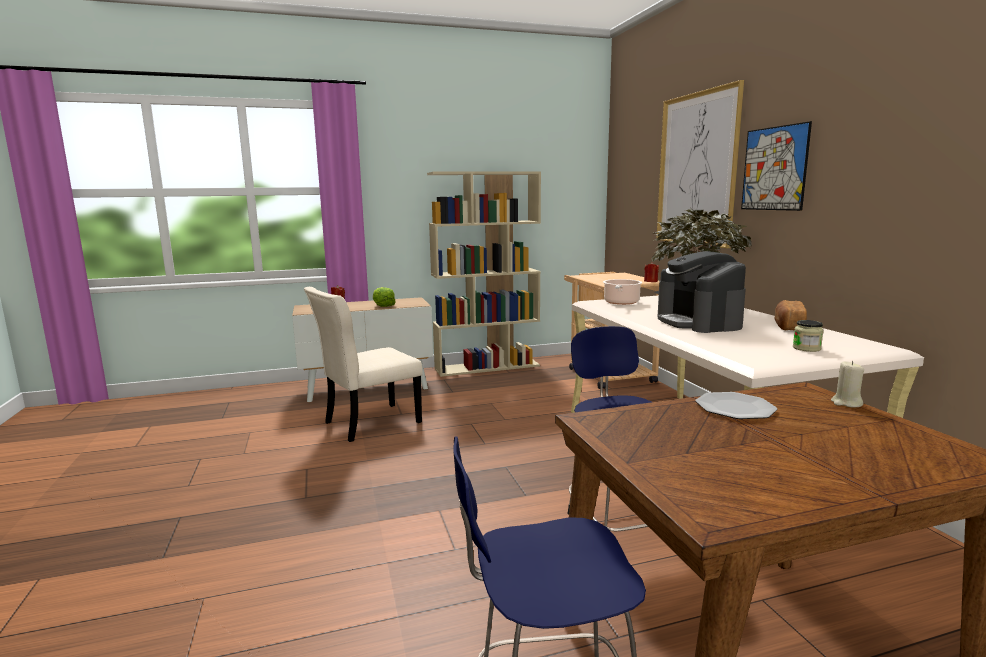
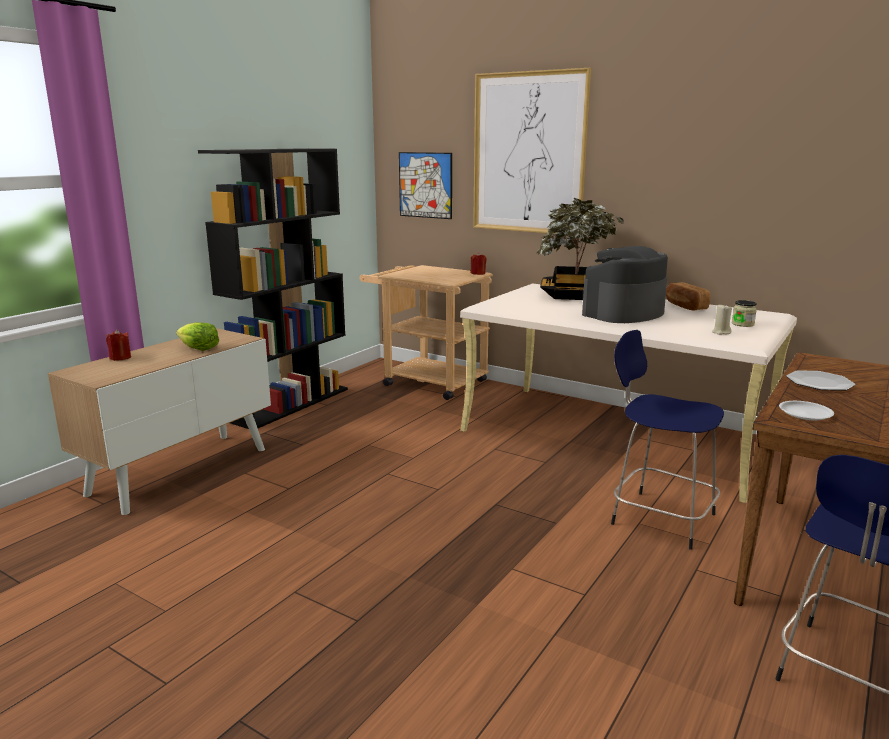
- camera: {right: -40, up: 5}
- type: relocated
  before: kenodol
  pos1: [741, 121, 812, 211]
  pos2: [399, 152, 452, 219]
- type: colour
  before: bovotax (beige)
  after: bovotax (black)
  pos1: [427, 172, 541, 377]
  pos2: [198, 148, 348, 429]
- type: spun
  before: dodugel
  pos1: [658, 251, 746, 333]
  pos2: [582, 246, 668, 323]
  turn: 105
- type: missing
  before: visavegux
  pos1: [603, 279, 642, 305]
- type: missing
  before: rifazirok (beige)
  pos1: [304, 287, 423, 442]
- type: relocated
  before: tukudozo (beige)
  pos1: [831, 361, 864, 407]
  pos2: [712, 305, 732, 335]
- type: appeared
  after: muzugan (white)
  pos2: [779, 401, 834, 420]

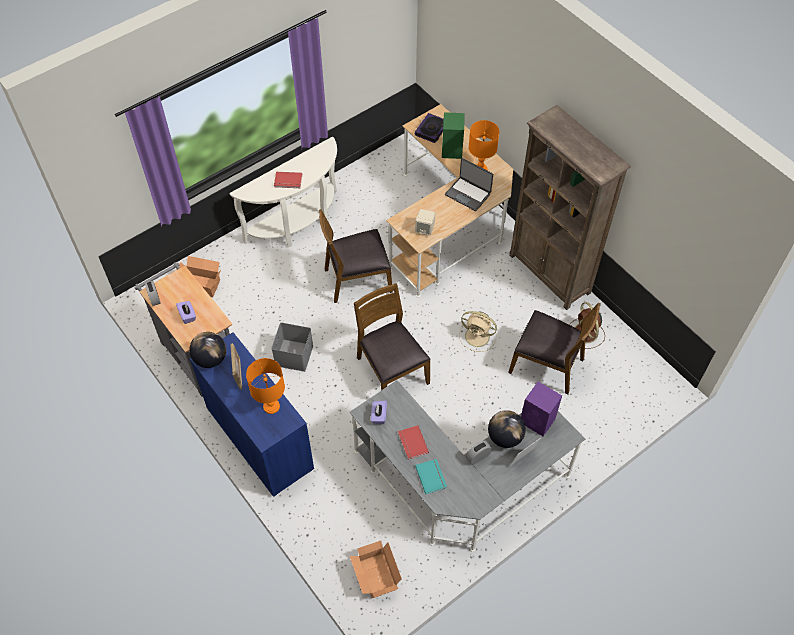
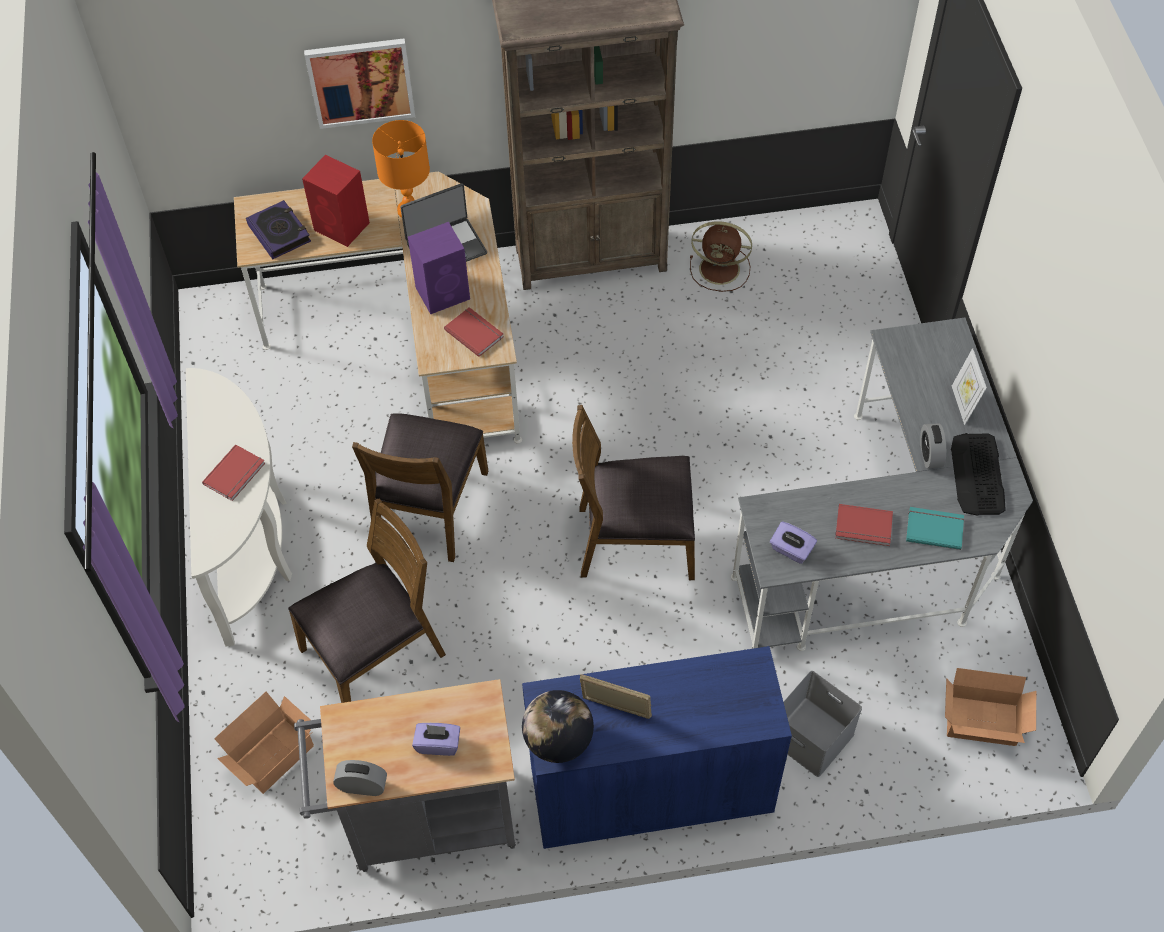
- camera: {right: -60, up: 0}
- type: colour
  before: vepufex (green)
  after: vepufex (red)
  pos1: [442, 112, 465, 159]
  pos2: [302, 155, 370, 247]
- type: exchanged
  before: vepufex (beige)
  after: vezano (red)
  pos1: [415, 209, 435, 235]
  pos2: [444, 307, 504, 357]
- type: relocated
  before: rifazirok (brown)
  pos1: [508, 303, 601, 394]
  pos2: [288, 498, 446, 703]
- type: missing
  before: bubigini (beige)
  pos1: [459, 311, 497, 352]
- type: relocated
  before: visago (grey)
  pos1: [272, 323, 313, 372]
  pos2: [784, 671, 862, 777]
- type: missing
  before: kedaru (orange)
  pos1: [246, 358, 285, 414]
- type: relocated
  before: vepufex (purple)
  pos1: [521, 382, 562, 436]
  pos2: [408, 222, 470, 314]
- type: missing
  before: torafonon
  pos1: [488, 410, 526, 448]
- type: appeared
  after: kenodol
  pos2: [304, 38, 415, 129]
- type: appeared
  after: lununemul
  pos2: [951, 433, 1006, 516]

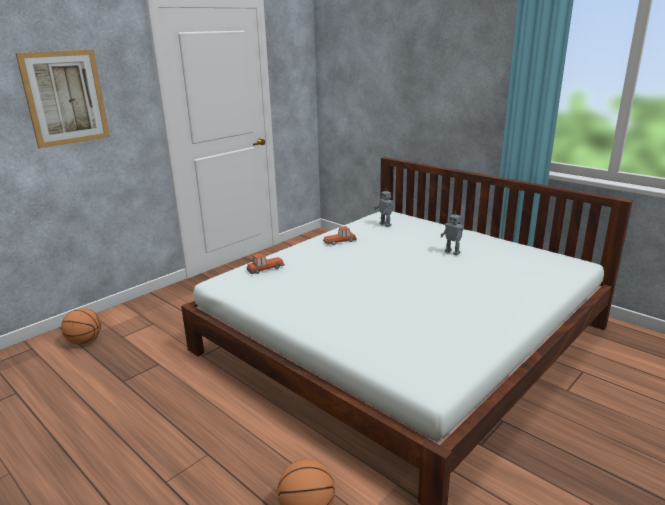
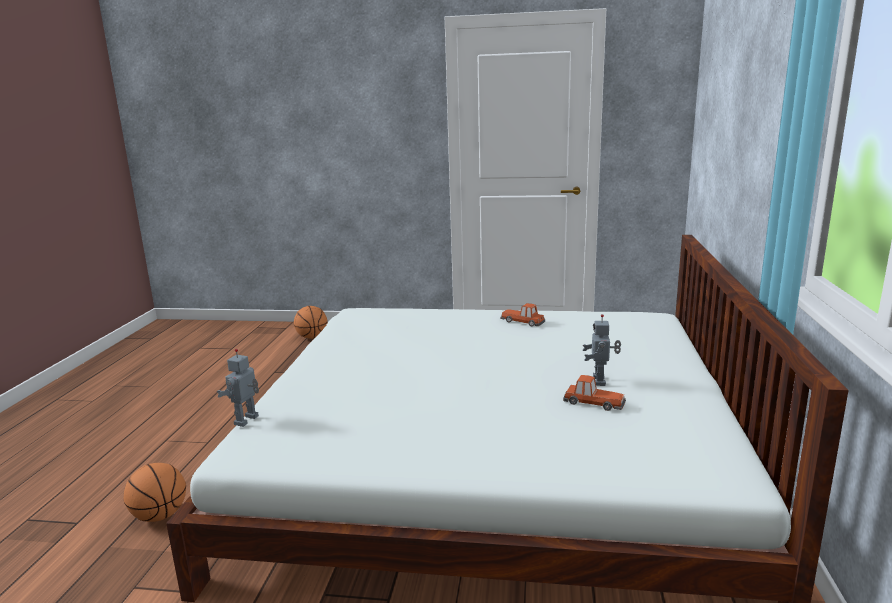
- camera: {right: 55, up: -5}
- type: missing
  before: kenodol
  pos1: [15, 49, 110, 148]
- type: relocated
  before: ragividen
  pos1: [374, 188, 394, 227]
  pos2: [217, 349, 259, 427]
- type: relocated
  before: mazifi
  pos1: [247, 253, 285, 274]
  pos2: [563, 375, 626, 411]

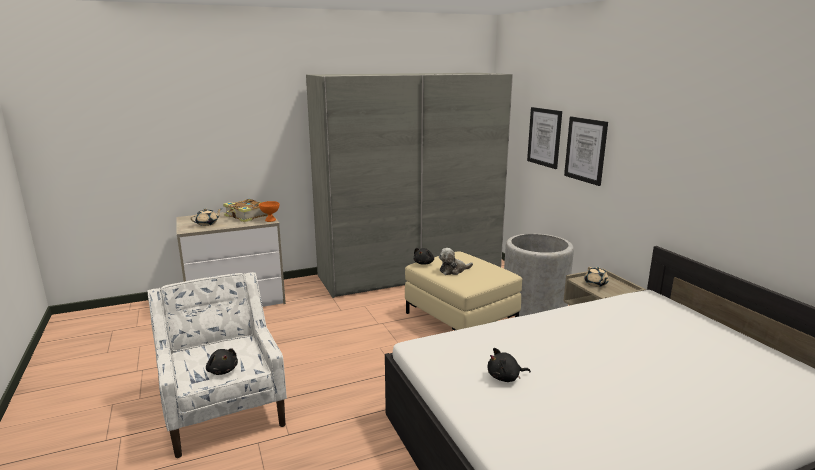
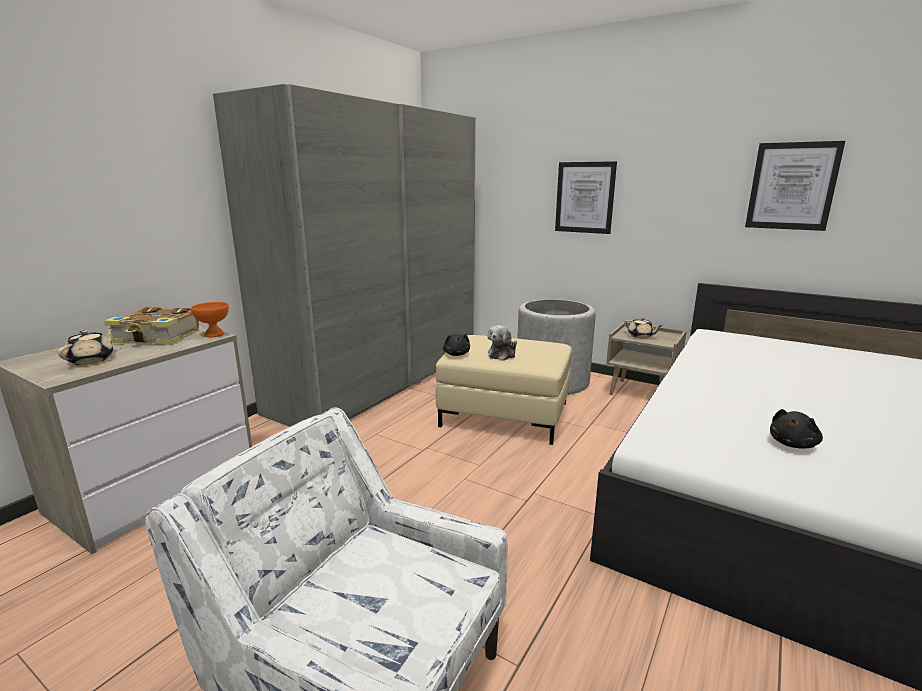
- camera: {right: -35, up: 0}
- type: relocated
  before: kenodol
  pos1: [527, 107, 562, 169]
  pos2: [745, 141, 845, 231]
- type: missing
  before: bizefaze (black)
  pos1: [206, 349, 238, 375]

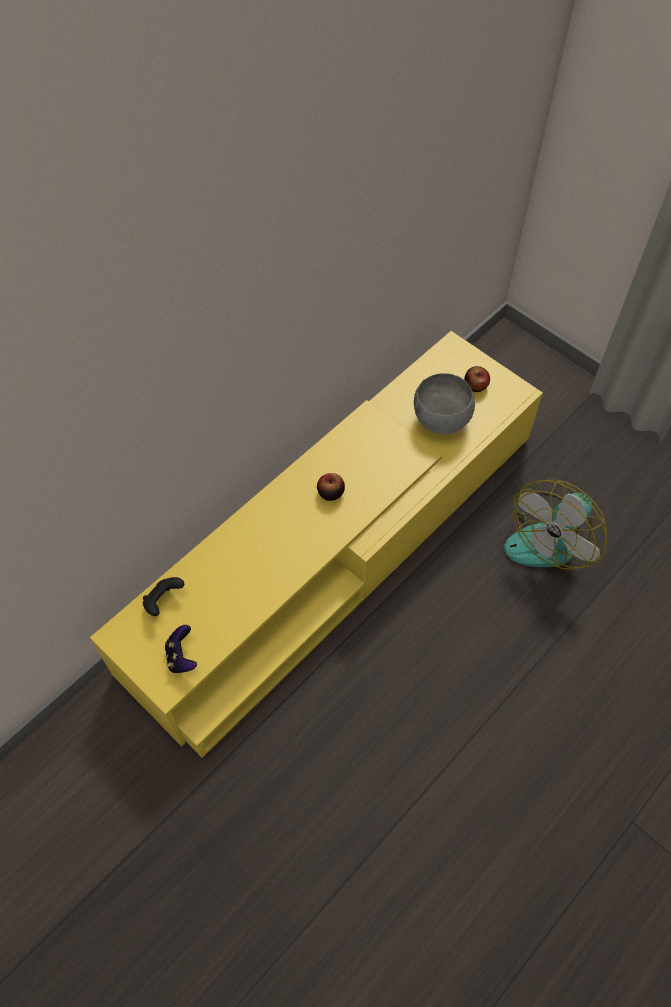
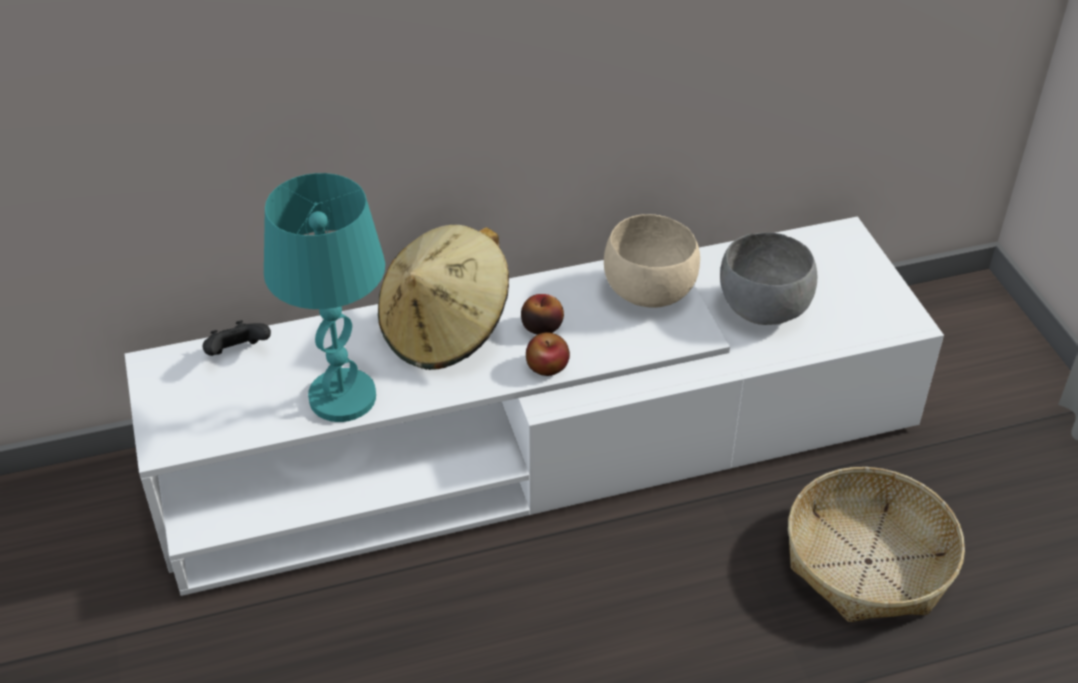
- camera: {right: 30, up: -15}
- type: colour
  before: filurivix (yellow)
  after: filurivix (white)
  pos1: [90, 331, 543, 758]
  pos2: [125, 216, 944, 596]
- type: relocated
  before: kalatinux
  pos1: [464, 366, 490, 392]
  pos2: [526, 332, 570, 376]
- type: exchanged
  before: bubigini
  after: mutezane
  pos1: [504, 480, 607, 570]
  pos2: [788, 467, 965, 622]
- type: missing
  before: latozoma
  pos1: [165, 625, 197, 673]
- type: appeared
  after: kedaru (turquoise)
  pos2: [264, 173, 385, 422]
- type: appeared
  after: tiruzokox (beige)
  pos2: [604, 214, 700, 308]
- type: appeared
  after: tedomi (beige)
  pos2: [378, 225, 509, 370]

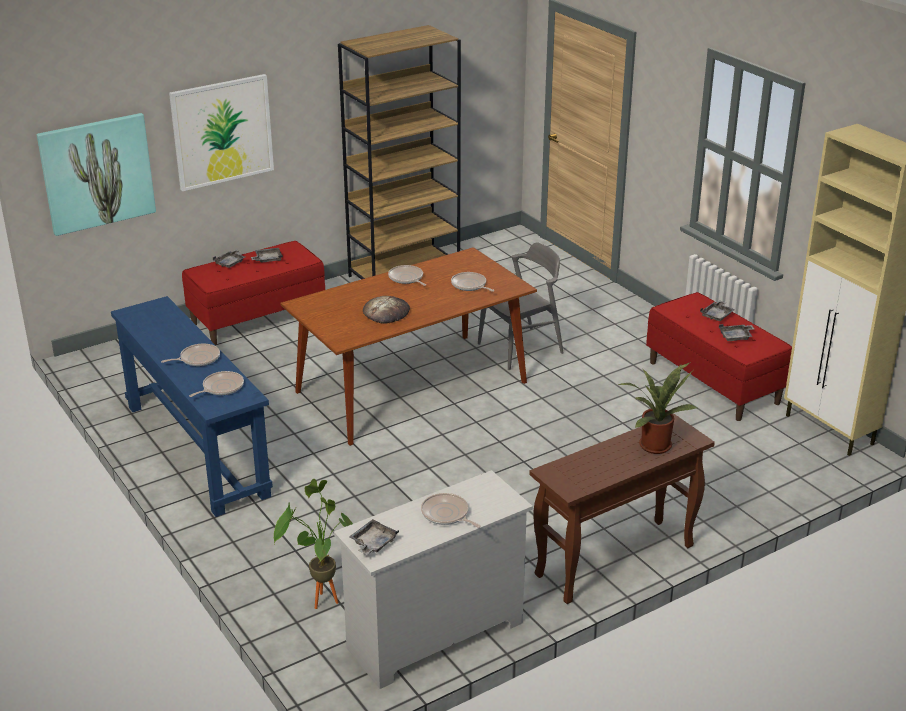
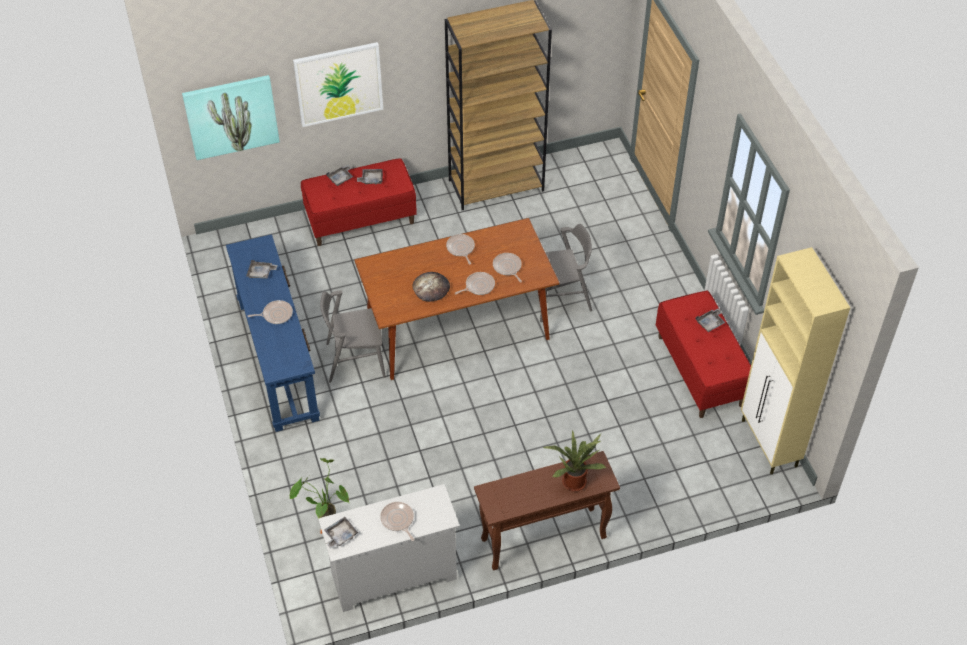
- camera: {right: 15, up: 20}
- type: relocated
  before: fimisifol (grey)
  pos1: [719, 324, 754, 341]
  pos2: [246, 260, 278, 279]
- type: relocated
  before: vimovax
  pos1: [189, 371, 244, 397]
  pos2: [455, 272, 495, 295]
- type: appeared
  after: rifazirok (grey)
  pos2: [320, 290, 386, 383]

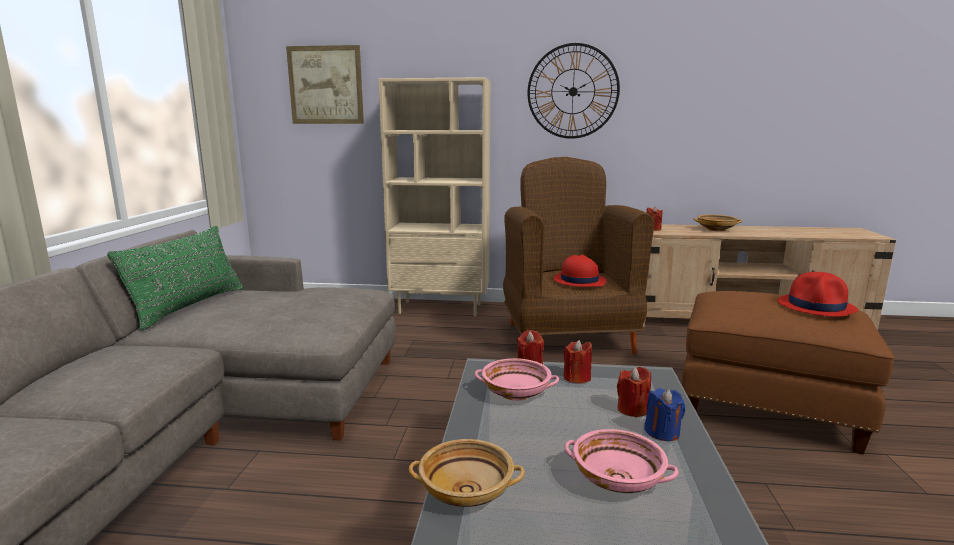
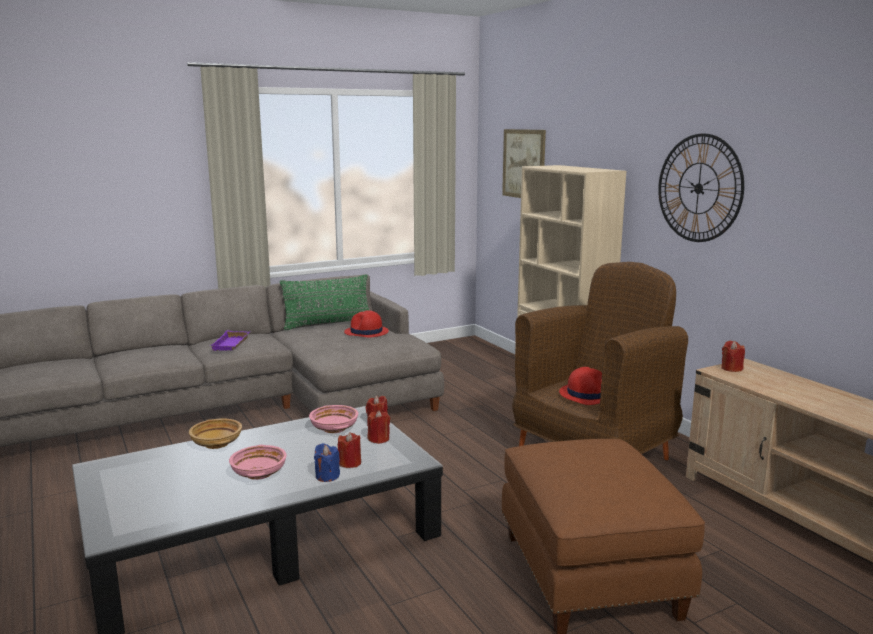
- camera: {right: 55, up: 0}
- type: missing
  before: tiruzokox (beige)
  pos1: [693, 215, 742, 231]
- type: relocated
  before: tedomi (red)
  pos1: [777, 272, 859, 317]
  pos2: [344, 310, 389, 337]
- type: appeared
  after: fimisifol (purple)
  pos2: [211, 330, 250, 351]

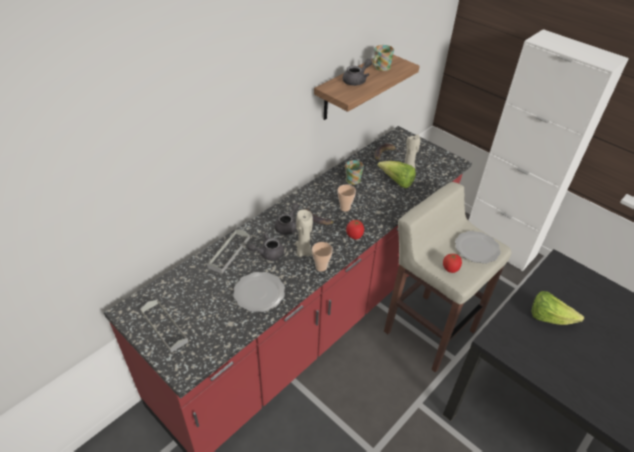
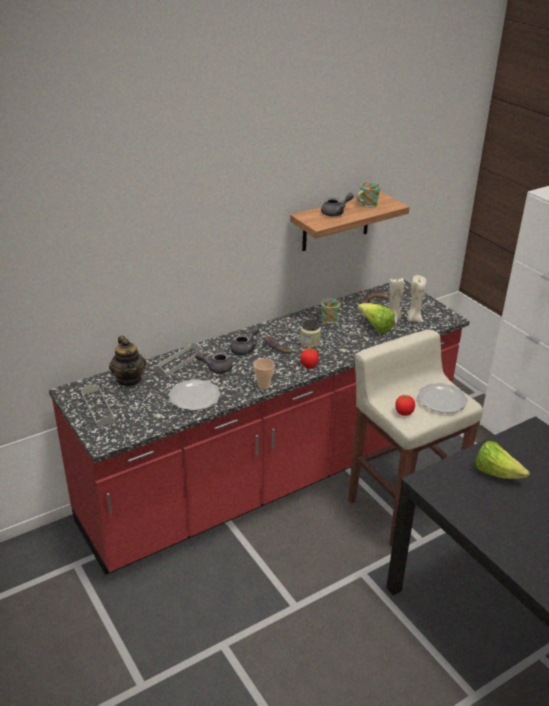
- camera: {right: 15, up: -10}
- type: exchanged
  before: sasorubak
  after: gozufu
  pos1: [338, 185, 356, 212]
  pos2: [300, 319, 321, 347]
- type: relocated
  before: tukudozo (beige)
  pos1: [295, 209, 313, 257]
  pos2: [407, 275, 427, 323]
- type: appeared
  after: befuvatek
  pos2: [109, 336, 146, 386]

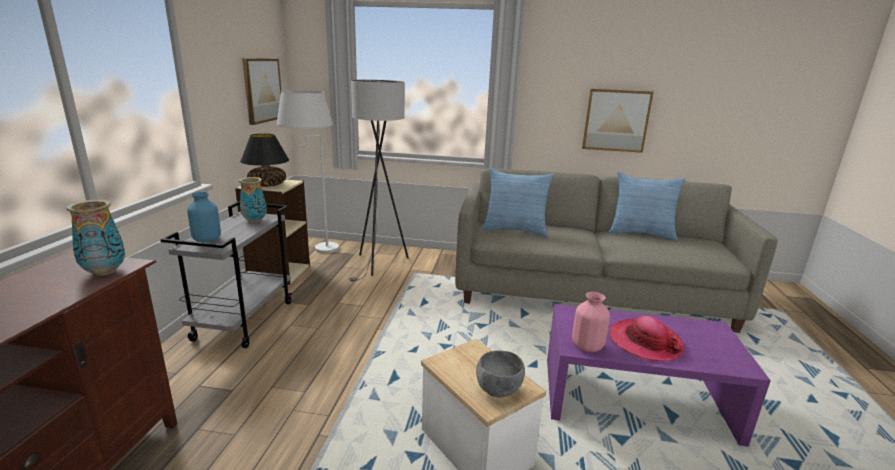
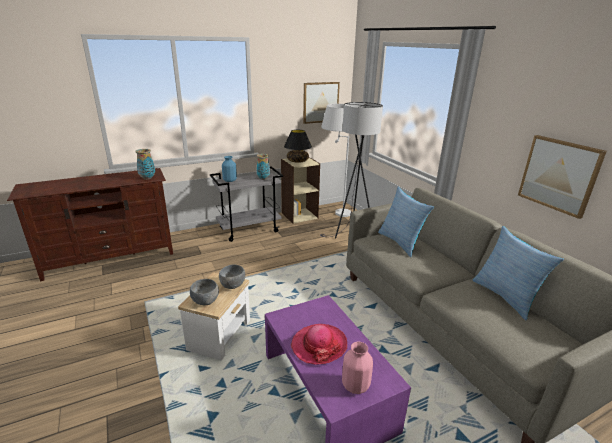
- camera: {right: 55, up: 5}
- type: relocated
  before: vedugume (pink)
  pos1: [572, 292, 610, 352]
  pos2: [342, 342, 373, 394]
- type: appeared
  after: tiruzokox (grey)
  pos2: [219, 264, 245, 289]

